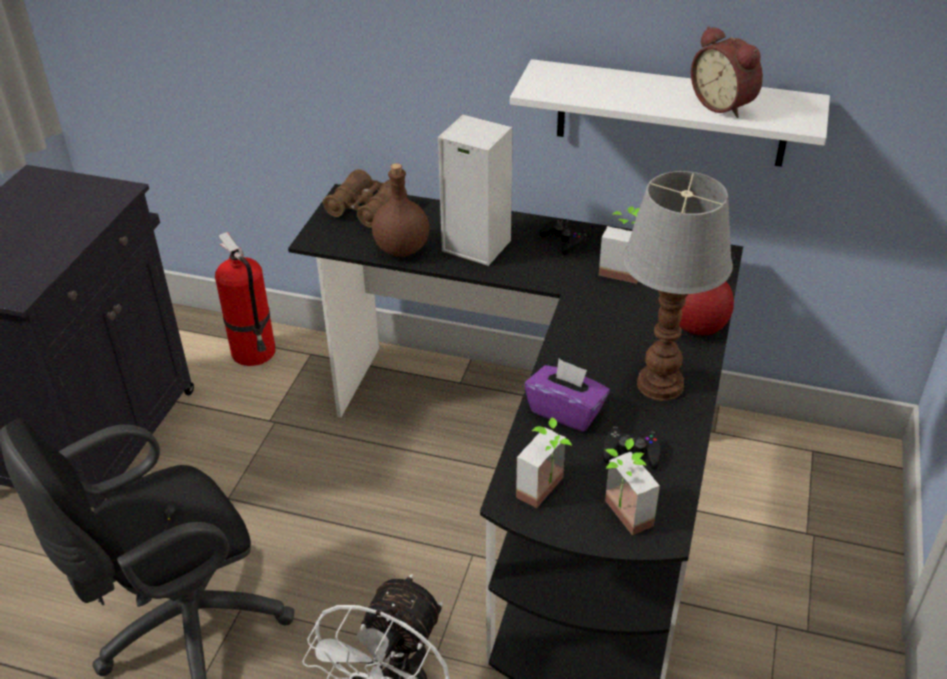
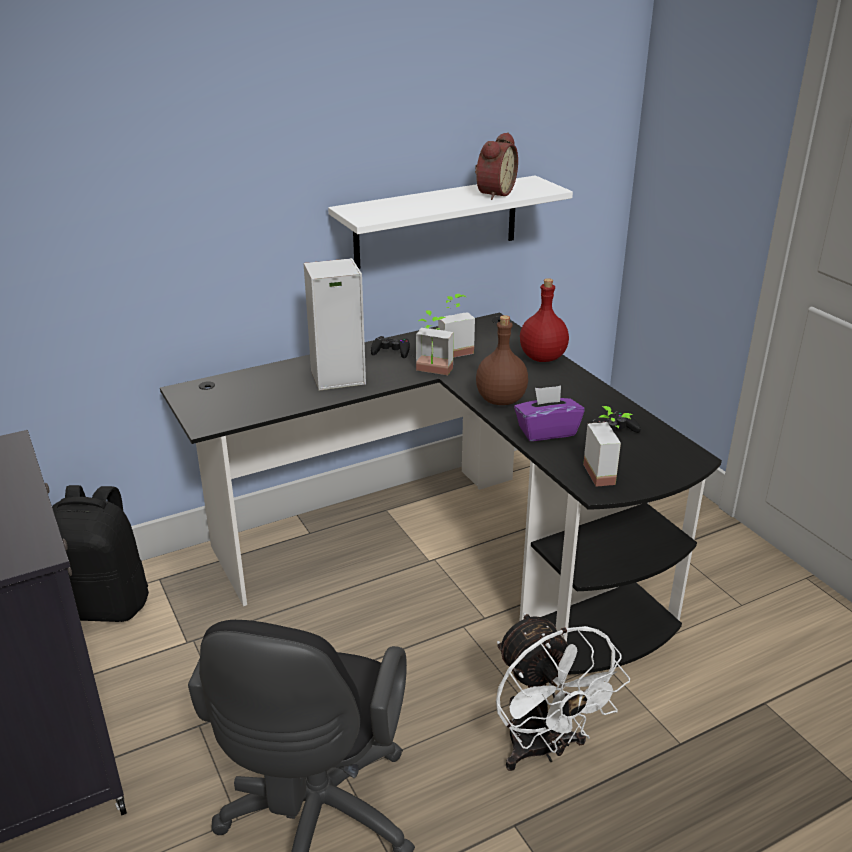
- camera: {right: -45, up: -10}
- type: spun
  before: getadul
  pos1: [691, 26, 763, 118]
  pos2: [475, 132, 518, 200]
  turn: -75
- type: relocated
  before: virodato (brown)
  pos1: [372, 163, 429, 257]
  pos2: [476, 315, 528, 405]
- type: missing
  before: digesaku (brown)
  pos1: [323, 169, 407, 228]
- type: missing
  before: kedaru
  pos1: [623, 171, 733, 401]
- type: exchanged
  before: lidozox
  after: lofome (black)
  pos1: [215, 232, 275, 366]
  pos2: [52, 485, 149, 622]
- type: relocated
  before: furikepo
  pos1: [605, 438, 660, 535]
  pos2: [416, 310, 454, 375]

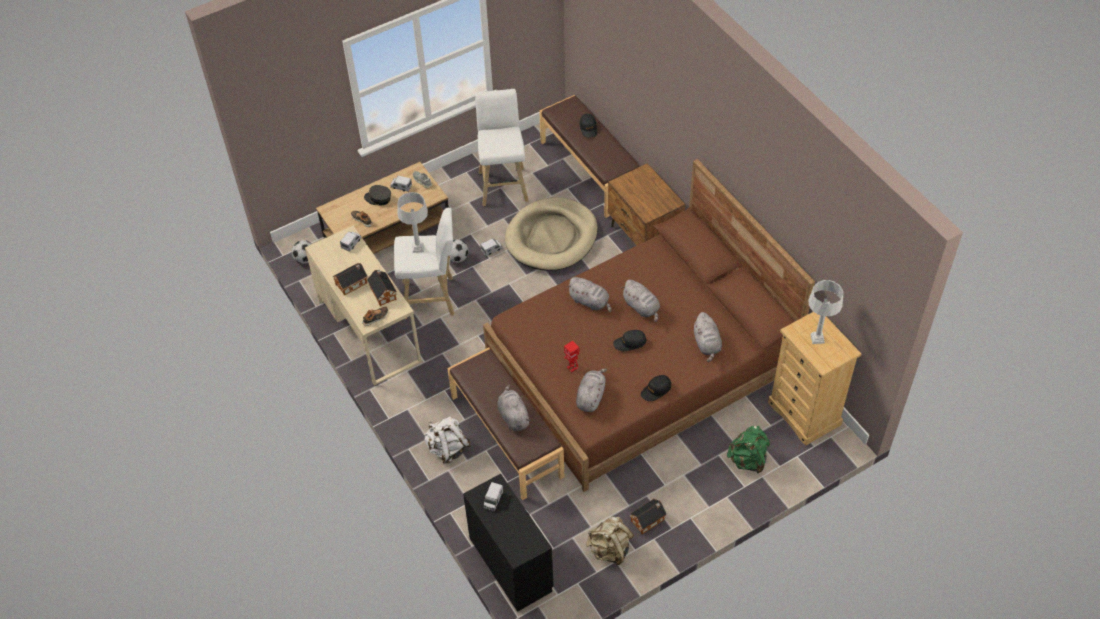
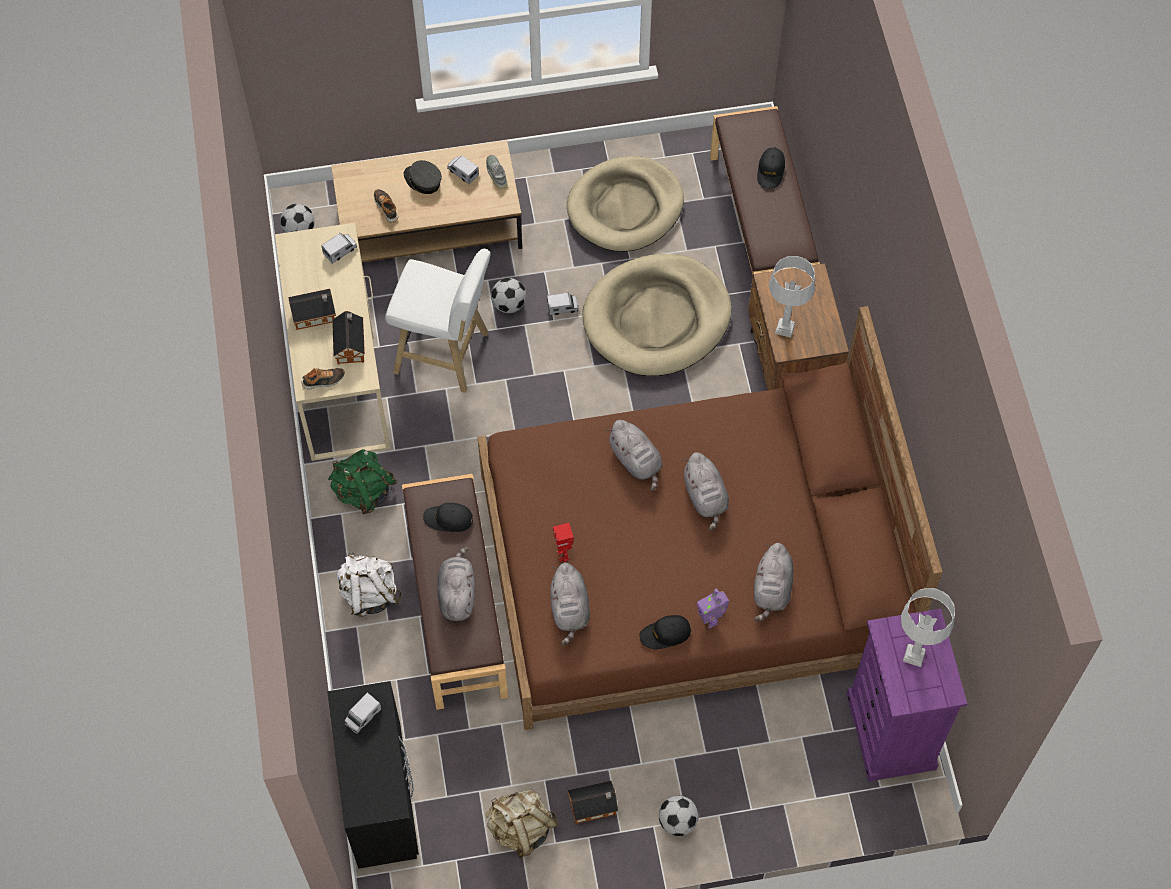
- camera: {right: 20, up: 10}
- type: exchanged
  before: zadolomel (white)
  after: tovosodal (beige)
  pos1: [475, 89, 528, 206]
  pos2: [567, 156, 684, 252]
- type: relocated
  before: kedaru (grey)
  pos1: [397, 192, 428, 253]
  pos2: [769, 256, 815, 338]
- type: colour
  before: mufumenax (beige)
  after: mufumenax (purple)
  pos1: [768, 312, 861, 446]
  pos2: [847, 608, 967, 782]
- type: relocated
  before: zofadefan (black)
  pos1: [613, 330, 647, 351]
  pos2: [423, 503, 473, 532]
- type: spun
  before: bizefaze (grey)
  pos1: [576, 368, 607, 412]
  pos2: [550, 562, 590, 645]
  turn: 135
- type: relocated
  before: lofome (green)
  pos1: [727, 426, 770, 473]
  pos2: [328, 449, 397, 514]
- type: appeared
  after: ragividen
  pos2: [697, 589, 729, 629]
- type: appeared
  after: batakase
  pos2: [659, 796, 699, 836]

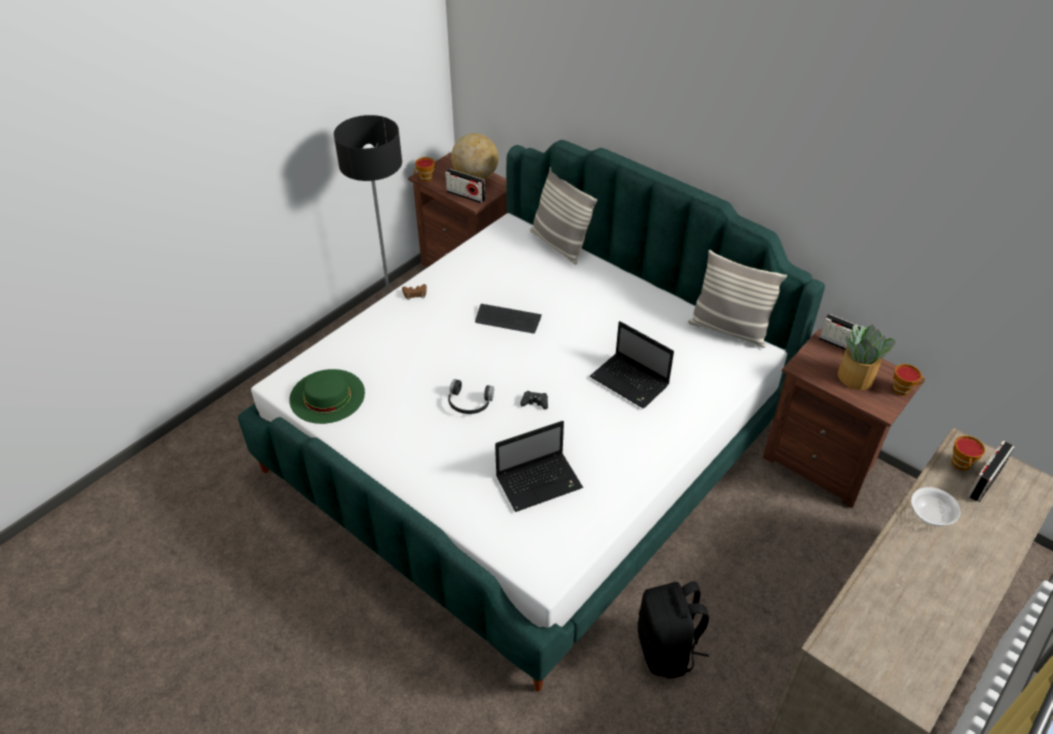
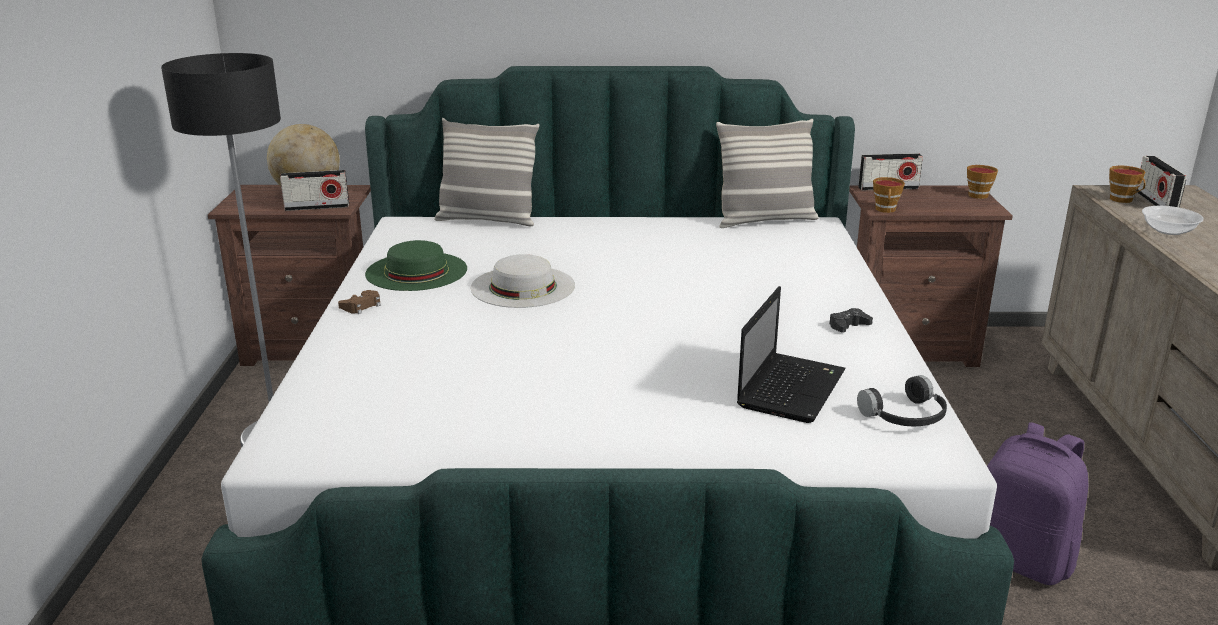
- camera: {right: -40, up: -20}
- type: relocated
  before: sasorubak
  pos1: [414, 157, 435, 182]
  pos2: [873, 177, 905, 213]
- type: exchanged
  before: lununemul
  after: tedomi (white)
  pos1: [475, 304, 542, 334]
  pos2: [471, 254, 575, 308]
- type: missing
  before: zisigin
  pos1: [590, 321, 674, 408]
- type: missing
  before: furikepo
  pos1: [838, 324, 896, 390]
- type: relocated
  before: tedomi (green)
  pos1: [289, 369, 365, 424]
  pos2: [365, 240, 467, 291]
- type: relocated
  before: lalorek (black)
  pos1: [448, 379, 494, 414]
  pos2: [857, 375, 947, 426]
- type: relocated
  before: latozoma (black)
  pos1: [520, 391, 548, 410]
  pos2: [829, 308, 873, 332]
- type: colour
  before: lofome (black)
  after: lofome (purple)
  pos1: [638, 581, 709, 679]
  pos2: [987, 422, 1088, 585]

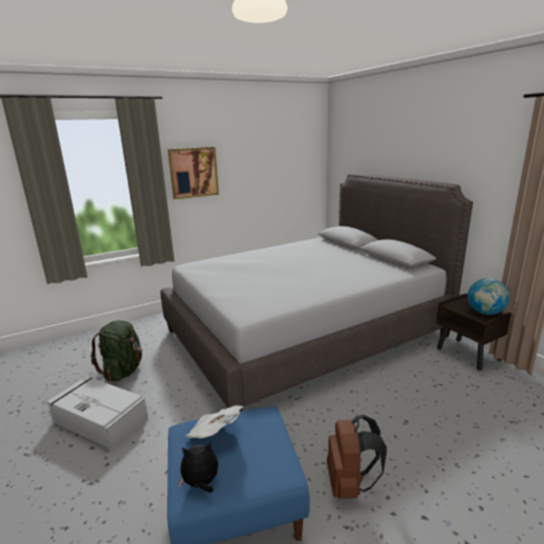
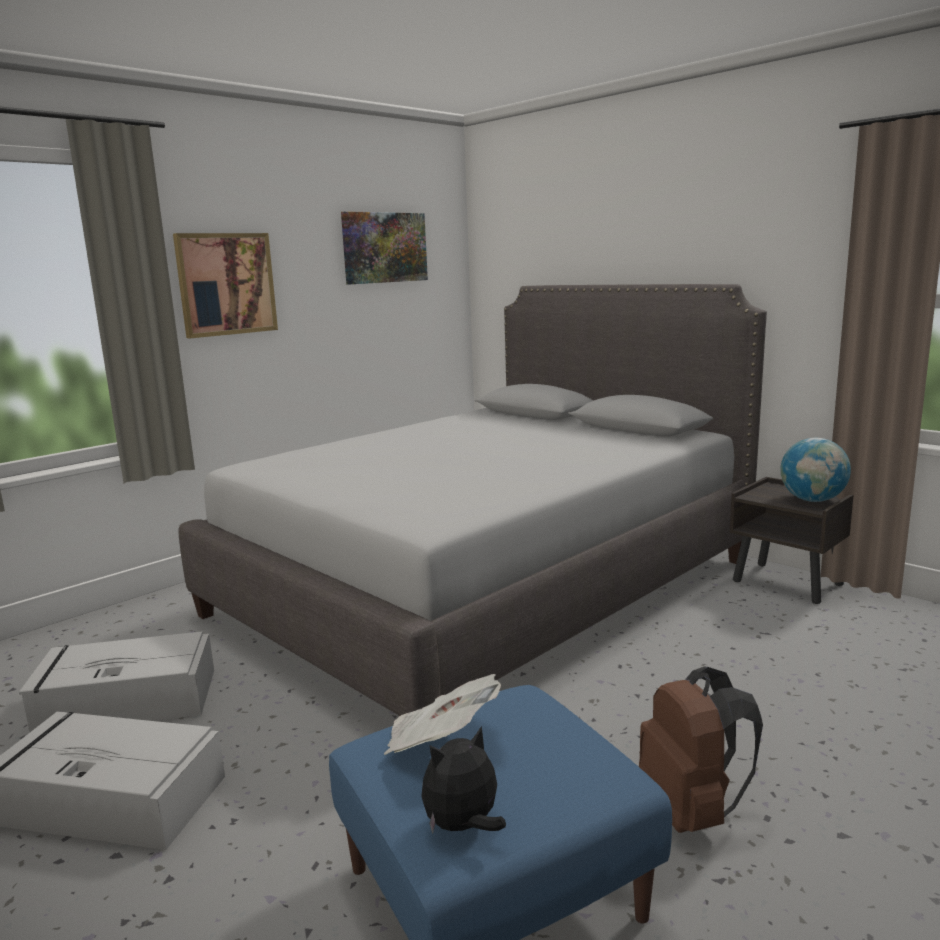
- camera: {right: -15, up: -5}
- type: exchanged
  before: lofome (green)
  after: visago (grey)
  pos1: [91, 320, 142, 382]
  pos2: [19, 632, 214, 732]
- type: appeared
  after: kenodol
  pos2: [341, 211, 428, 284]

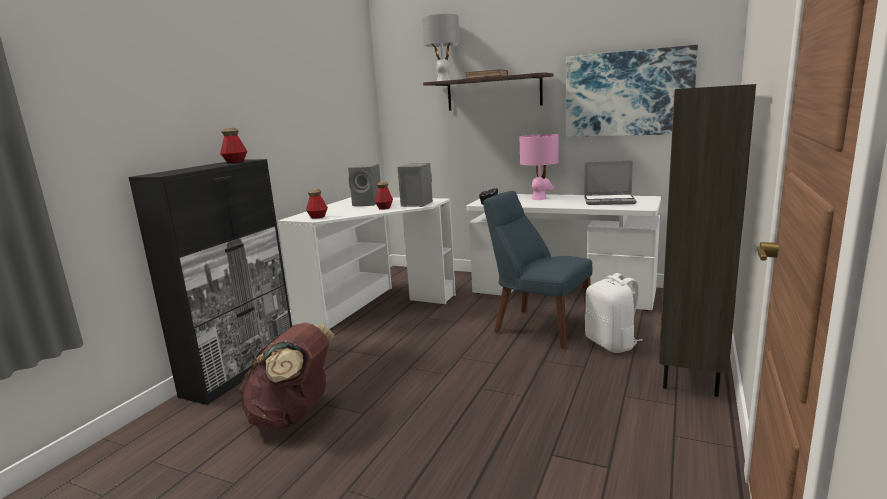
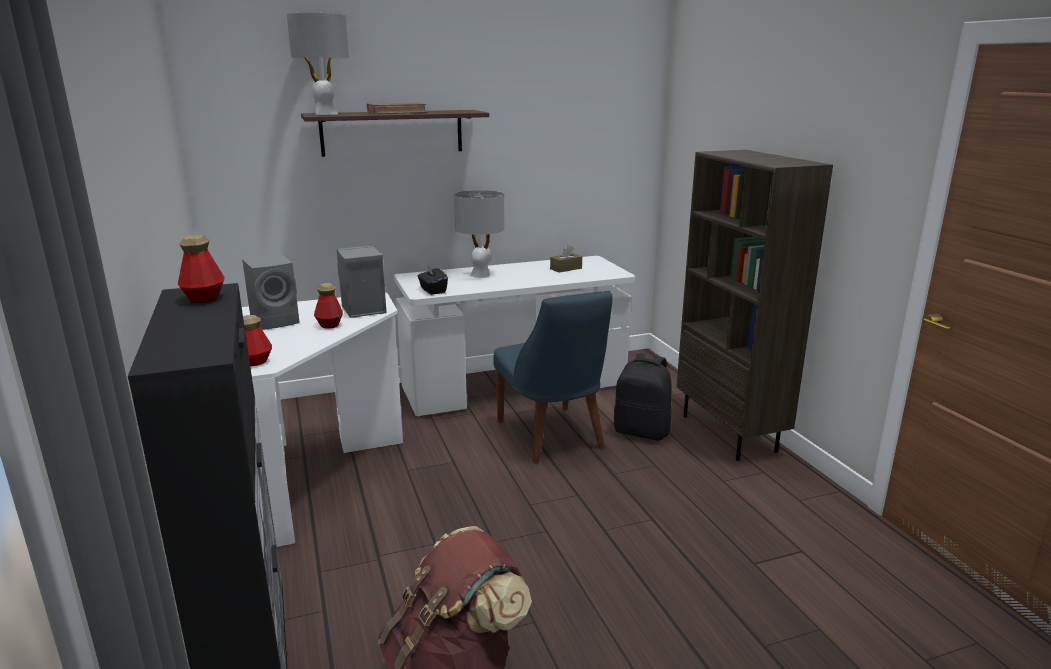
- camera: {right: -45, up: 5}
- type: missing
  before: kenodol
  pos1: [566, 45, 698, 137]
- type: colour
  before: kedaru (pink)
  after: kedaru (grey)
  pos1: [520, 134, 558, 200]
  pos2: [454, 190, 505, 278]
- type: exchanged
  before: zisigin
  after: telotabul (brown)
  pos1: [584, 161, 636, 205]
  pos2: [550, 245, 582, 273]
- type: spun
  before: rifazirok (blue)
  pos1: [483, 191, 592, 349]
  pos2: [493, 291, 612, 464]
  turn: -105
- type: colour
  before: lofome (white)
  after: lofome (black)
  pos1: [585, 273, 643, 353]
  pos2: [614, 353, 672, 441]

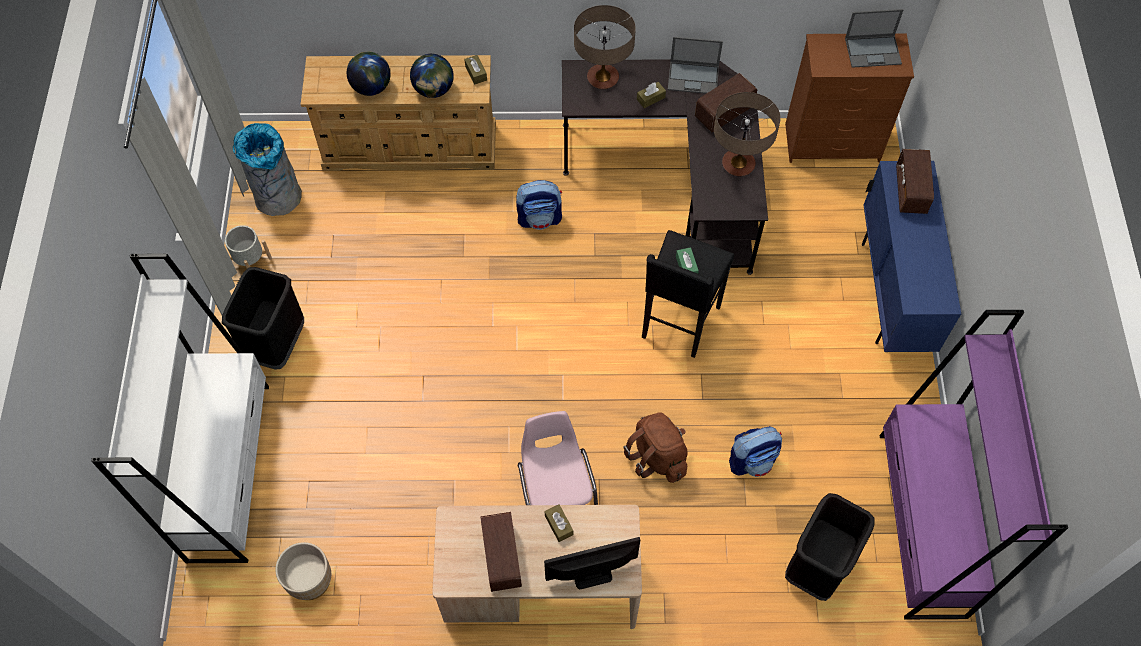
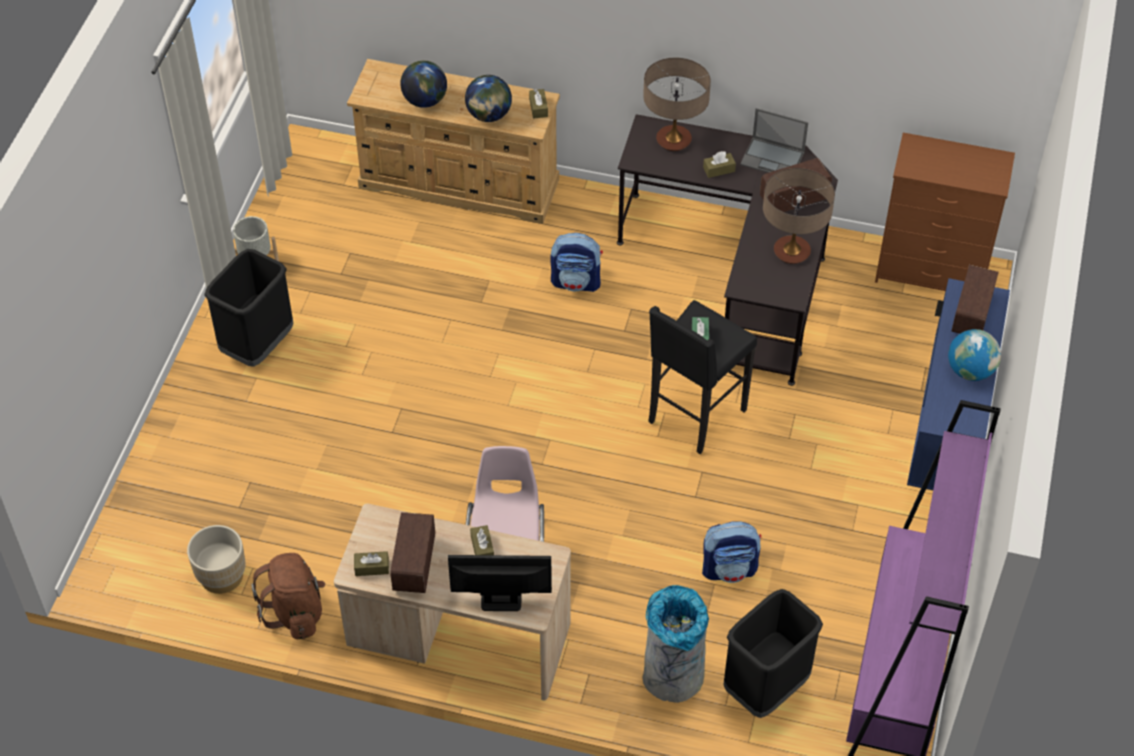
- camera: {right: 15, up: -10}
- type: missing
  before: zisigin
  pos1: [845, 9, 903, 68]
- type: relocated
  before: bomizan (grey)
  pos1: [233, 123, 302, 216]
  pos2: [643, 585, 709, 703]
- type: missing
  before: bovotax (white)
  pos1: [91, 253, 269, 563]
- type: relocated
  before: lofome (brown)
  pos1: [624, 412, 688, 483]
  pos2: [251, 553, 325, 639]
- type: appeared
  after: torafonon
  pos2: [948, 329, 1001, 381]
- type: appeared
  after: telotabul (brown)
  pos2: [354, 551, 389, 576]

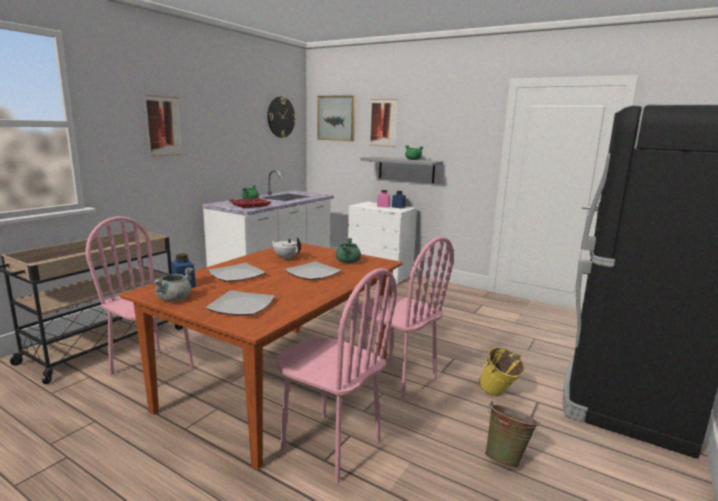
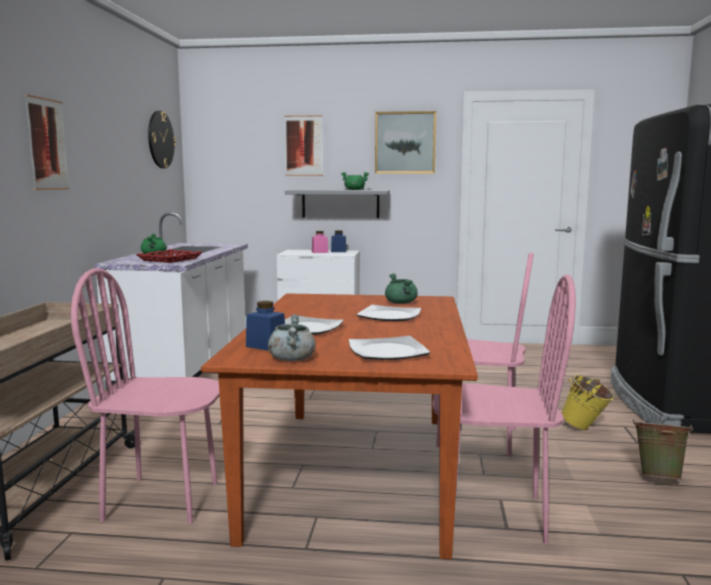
- camera: {right: -25, up: -5}
- type: relocated
  before: kenodol
  pos1: [317, 95, 355, 141]
  pos2: [375, 111, 436, 174]
- type: missing
  before: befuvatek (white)
  pos1: [271, 237, 301, 260]

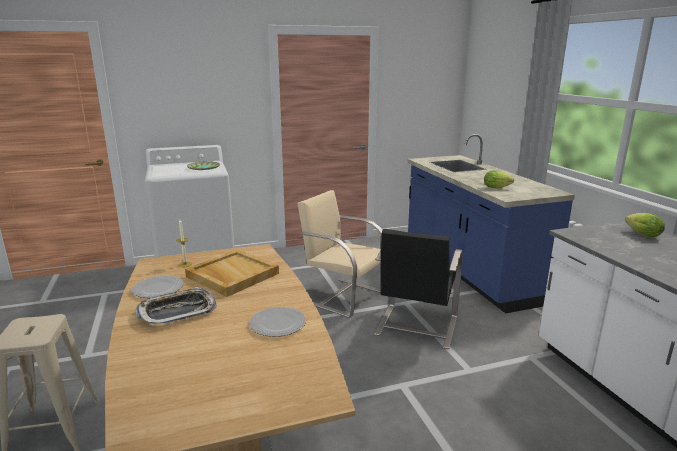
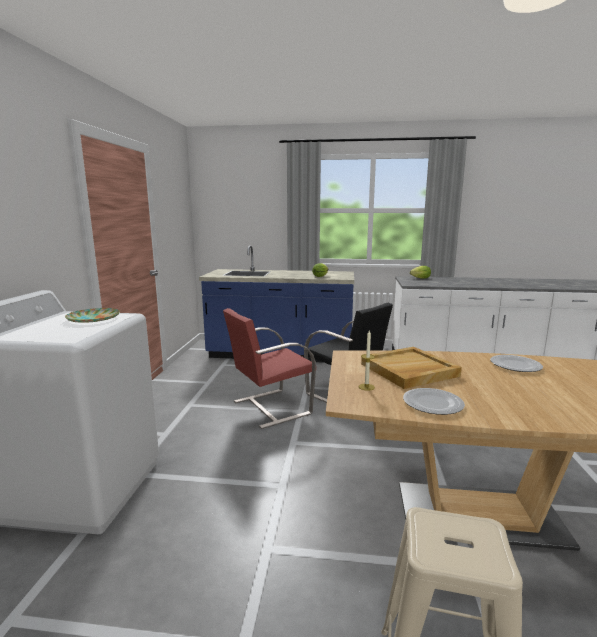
- camera: {right: -65, up: -5}
- type: colour
  before: rifazirok (beige)
  after: rifazirok (red)
  pos1: [297, 190, 383, 318]
  pos2: [223, 308, 316, 429]
- type: missing
  before: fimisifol
  pos1: [135, 287, 217, 326]

